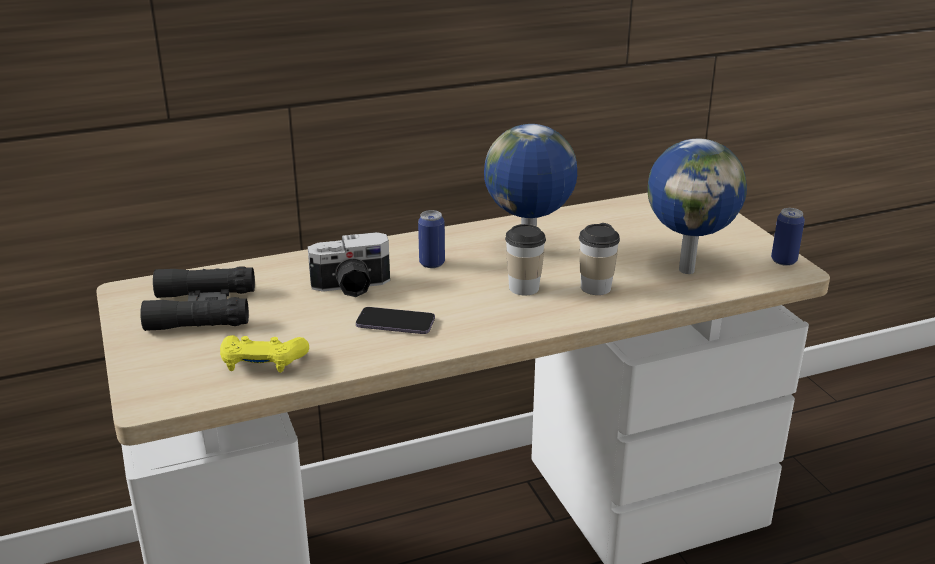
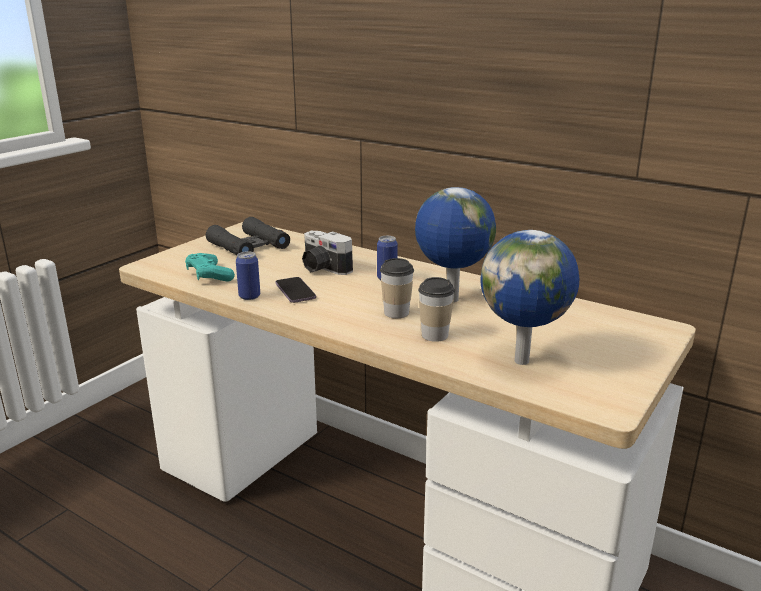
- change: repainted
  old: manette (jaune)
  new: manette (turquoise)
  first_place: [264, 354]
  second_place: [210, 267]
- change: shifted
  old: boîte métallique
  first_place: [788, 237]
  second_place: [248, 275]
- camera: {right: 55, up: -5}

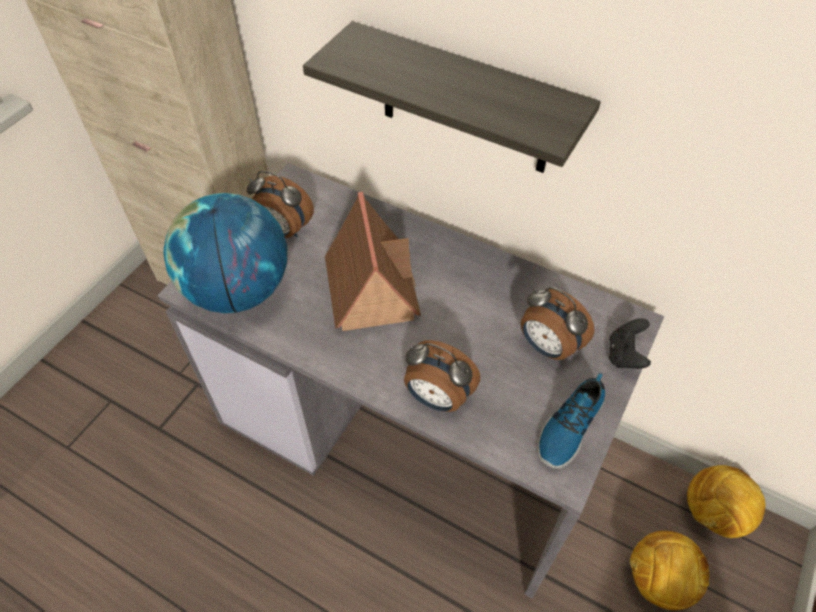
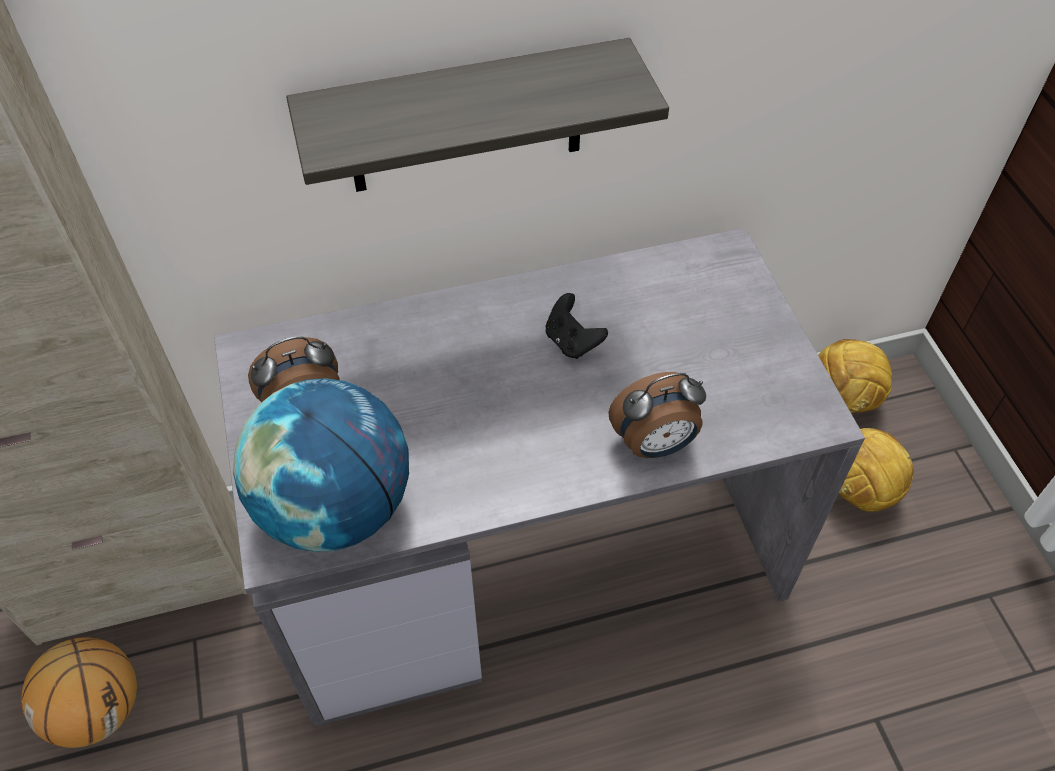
- change: gone
  old: maison miniature
  first_place: [373, 261]
- change: gone
  old: réveil
  first_place: [558, 323]
- change: gone
  old: chaussure
  first_place: [571, 421]
- change: shifted
  old: manette (noir)
  first_place: [630, 343]
  second_place: [577, 326]
- change: new
  new: ballon de basket
  second_place: [79, 692]
- camera: {right: -45, up: 0}

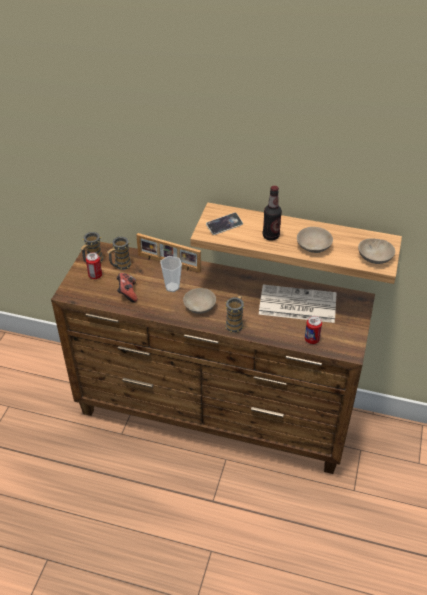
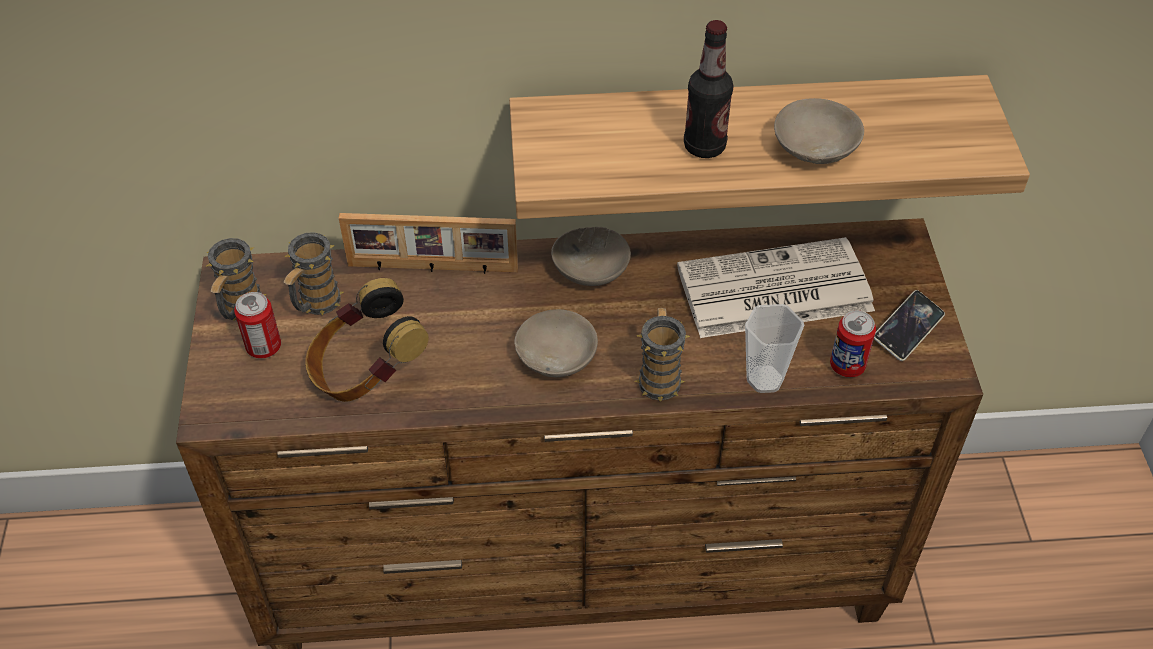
- change: swapped
  old: manette
  new: casque audio
  first_place: [127, 288]
  second_place: [367, 340]
- change: shifted
  old: tasse
  first_place: [171, 274]
  second_place: [774, 348]
- change: shifted
  old: téléphone
  first_place: [224, 224]
  second_place: [909, 325]
- change: shifted
  old: bol (beige)
  first_place: [376, 251]
  second_place: [591, 256]
- camera: {right: -20, up: 5}

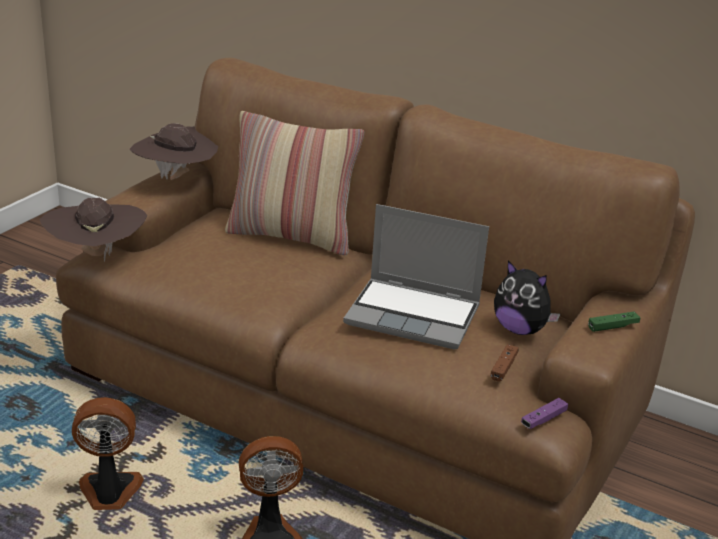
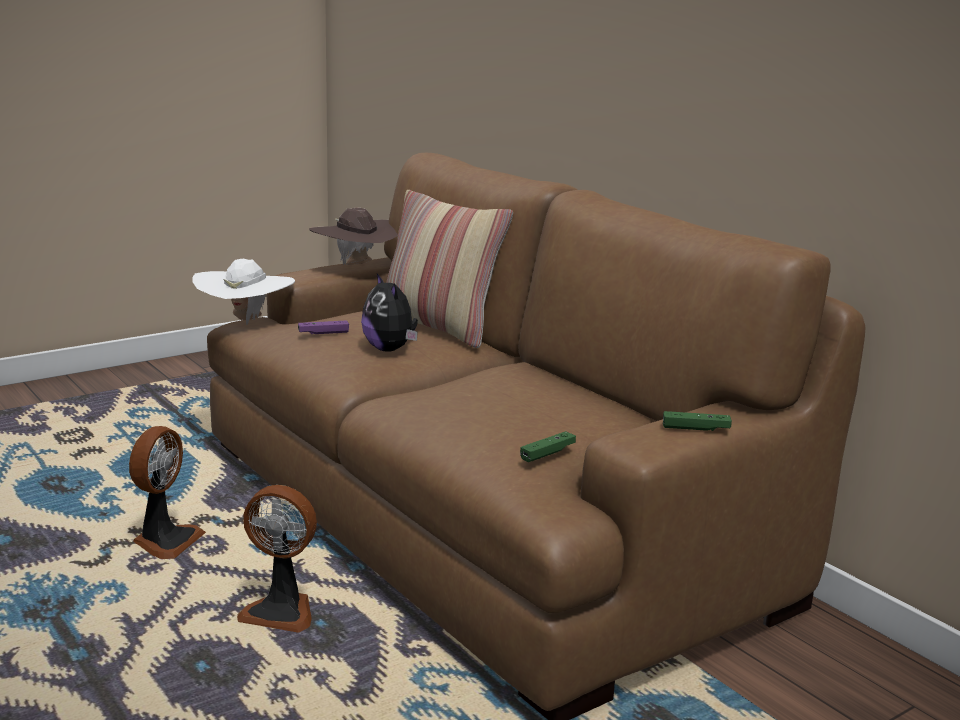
- change: repainted
  old: chapeau (marron)
  new: chapeau (blanc)
  first_place: [93, 230]
  second_place: [244, 292]
- change: rotated
  old: ventilateur
  first_place: [108, 453]
  second_place: [167, 492]
  degrees: 90
- change: gone
  old: ordinateur portable
  first_place: [416, 276]
- change: repainted
  old: manette (marron)
  new: manette (vert)
  first_place: [505, 362]
  second_place: [548, 446]
- change: shifted
  old: peluche
  first_place: [527, 297]
  second_place: [389, 312]
- change: shifted
  old: manette (violet)
  first_place: [544, 413]
  second_place: [323, 327]
- camera: {right: 25, up: -10}

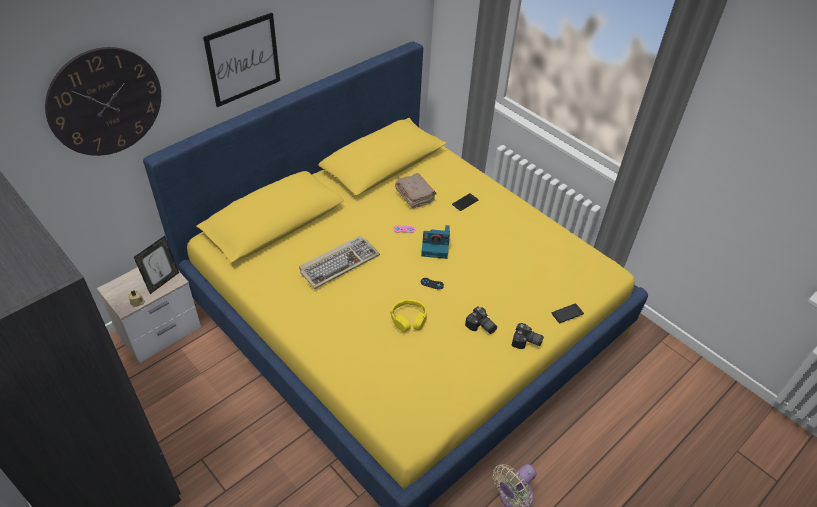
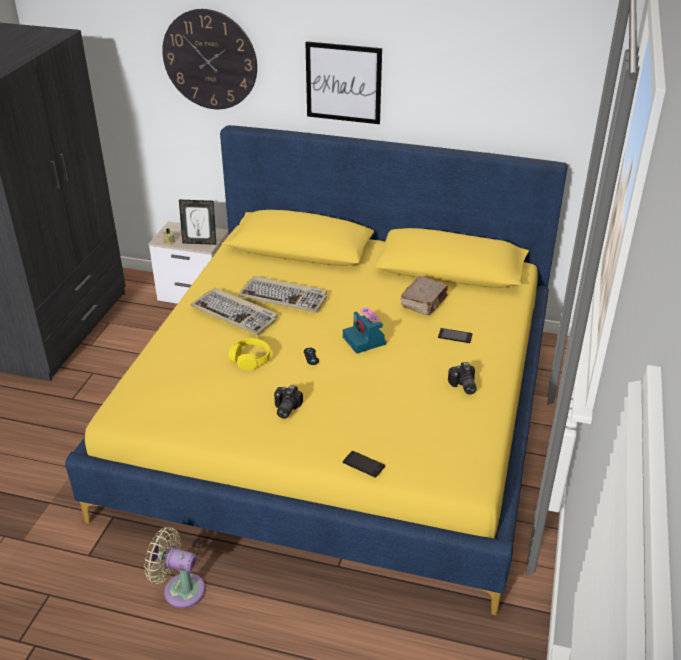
- change: shifted
  old: appareil photo
  first_place: [528, 336]
  second_place: [462, 378]
- change: new
  new: clavier
  second_place: [234, 311]
- camera: {right: 60, up: -10}

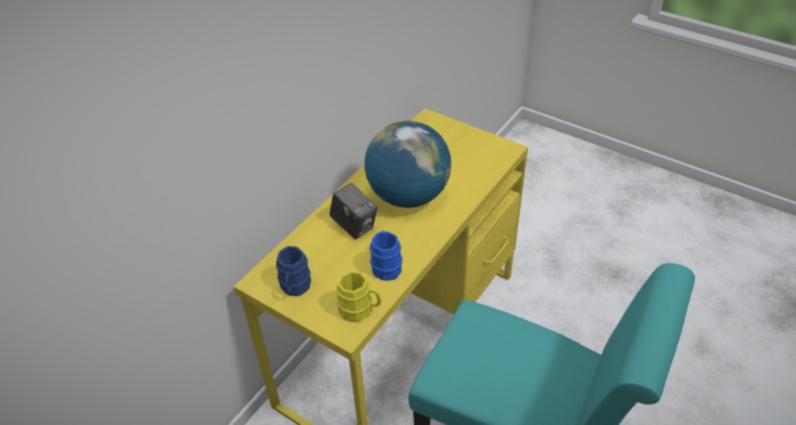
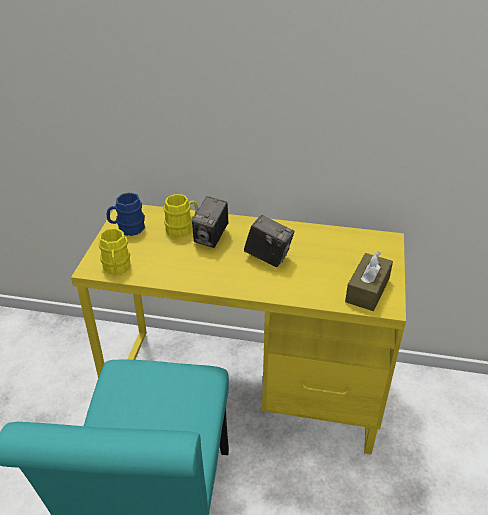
- change: swapped
  old: globe
  new: appareil photo
  first_place: [407, 164]
  second_place: [269, 241]
- change: gone
  old: mug (bleu)
  first_place: [385, 256]
- change: new
  new: mug (jaune)
  second_place: [180, 216]
- change: new
  new: boîte à mouchoirs (marron)
  second_place: [369, 281]
- camera: {right: 65, up: -5}

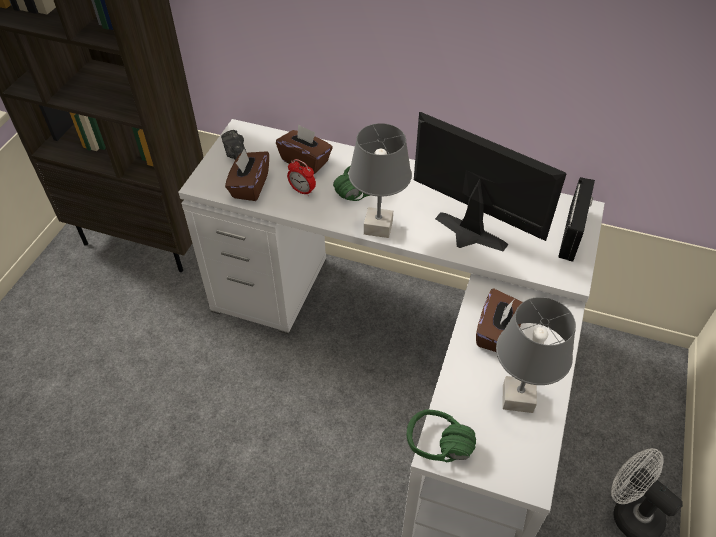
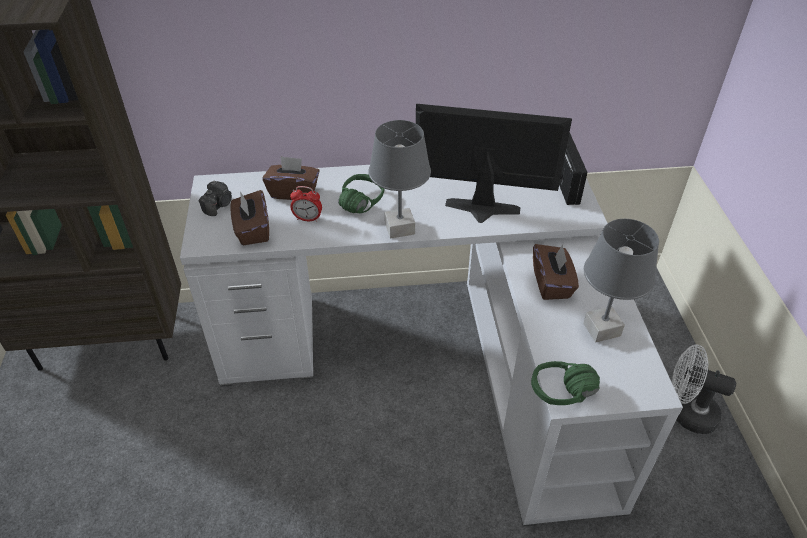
- change: rotated
  old: appareil photo
  first_place: [233, 145]
  second_place: [215, 198]
  degrees: -105
- camera: {right: -25, up: -5}

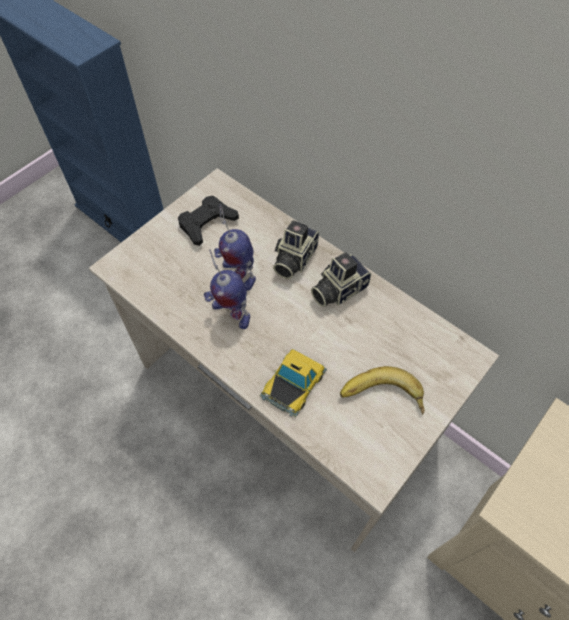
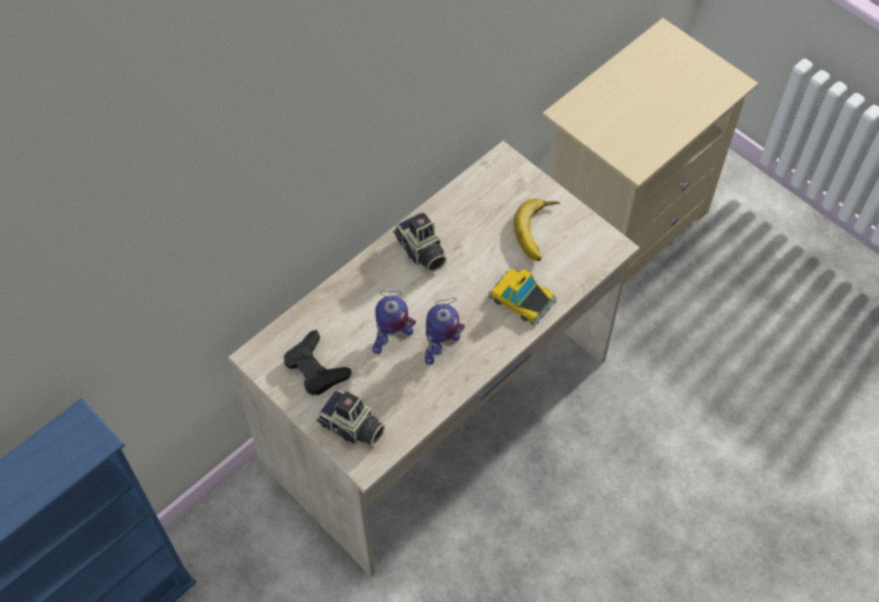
- change: shifted
  old: appareil photo
  first_place: [296, 249]
  second_place: [351, 418]
- camera: {right: -85, up: 0}

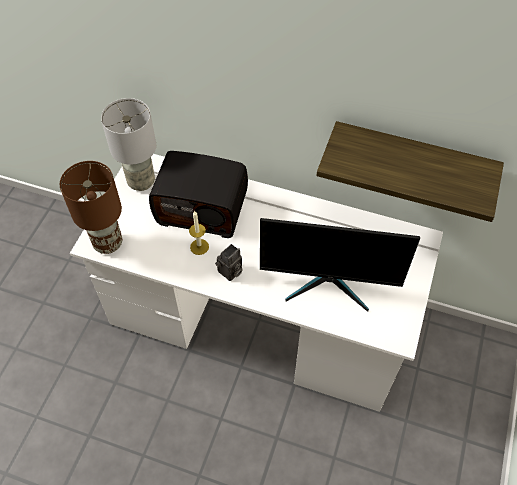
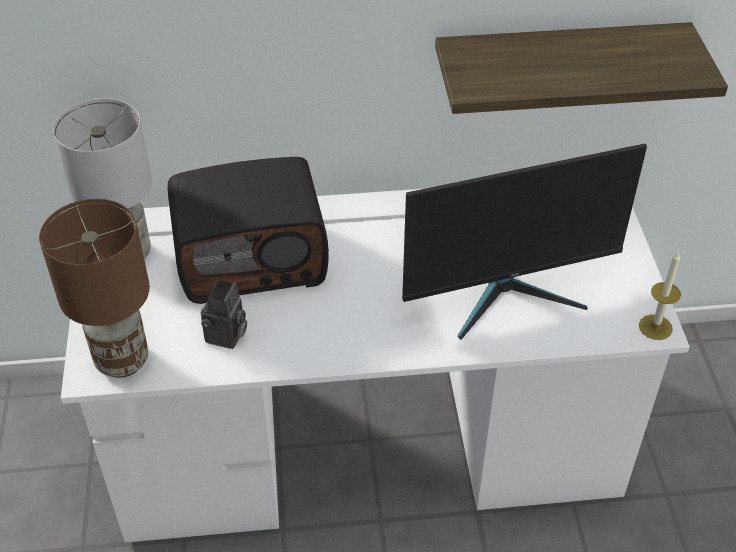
- change: shifted
  old: bougie
  first_place: [199, 233]
  second_place: [660, 295]
- change: shifted
  old: appareil photo
  first_place: [229, 262]
  second_place: [224, 314]
- camera: {right: -25, up: -10}

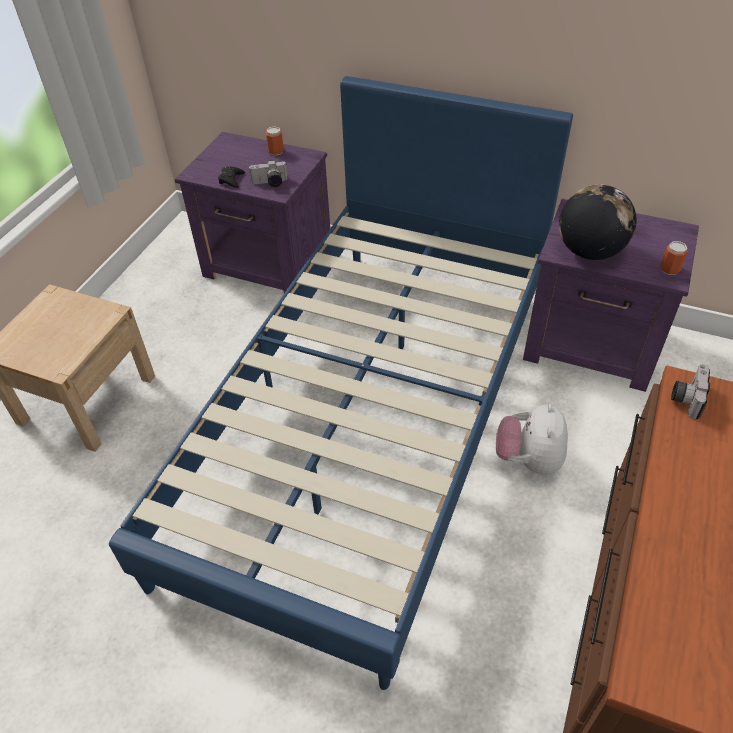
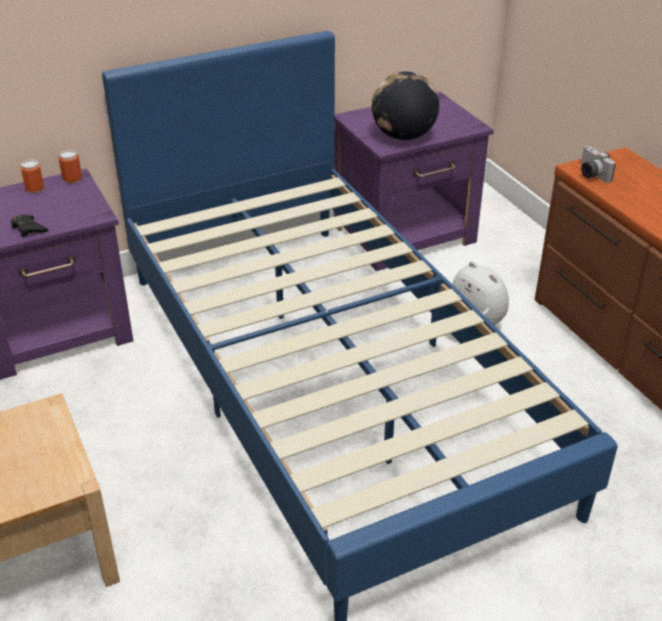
- change: gone
  old: appareil photo
  first_place: [268, 173]
- change: shifted
  old: boîte métallique
  first_place: [674, 258]
  second_place: [70, 166]
- camera: {right: -50, up: -10}

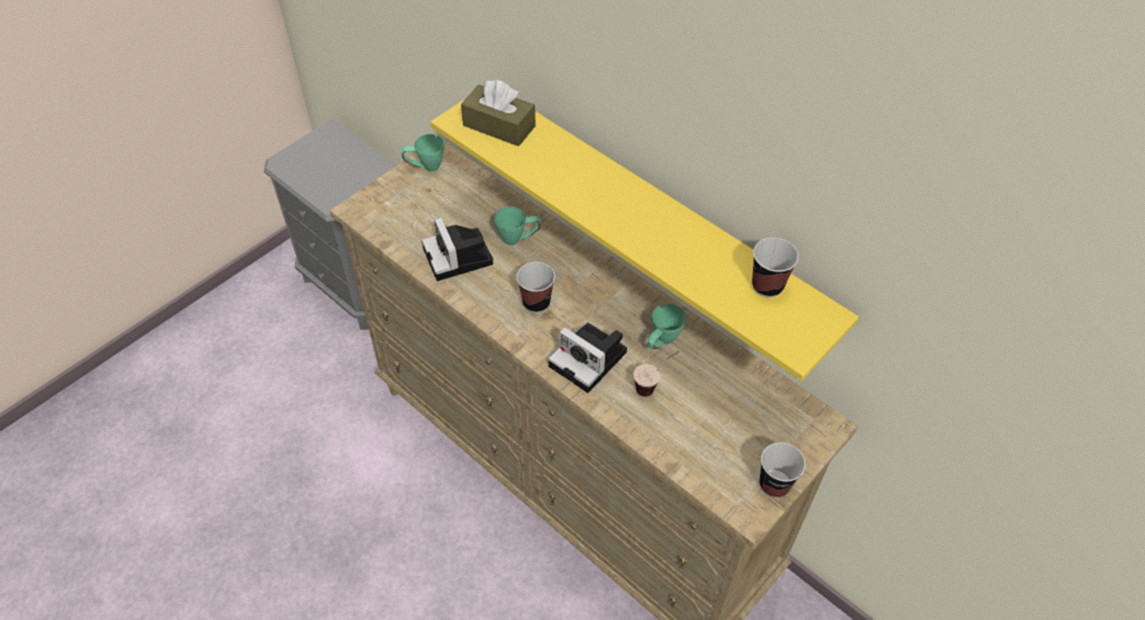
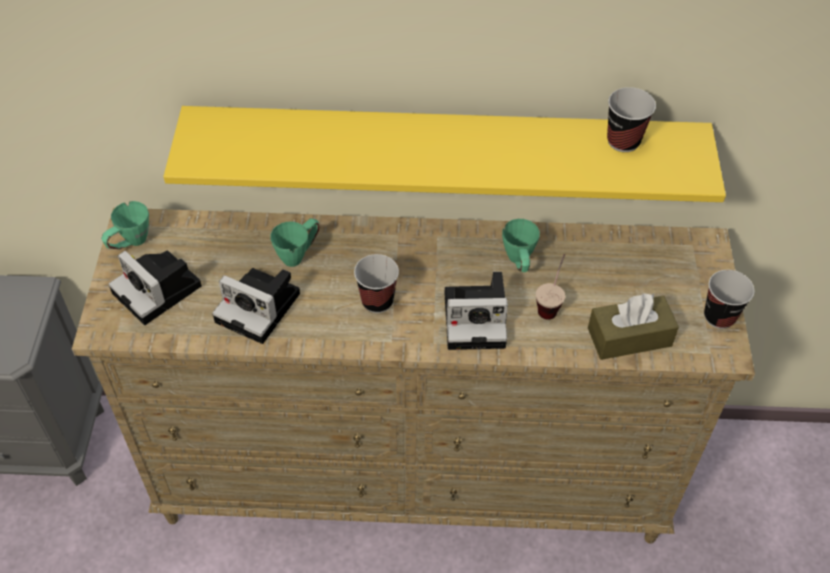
- change: shifted
  old: boîte à mouchoirs (marron)
  first_place: [498, 113]
  second_place: [633, 326]
- change: new
  new: appareil photo
  second_place: [155, 288]
- camera: {right: -40, up: 0}

